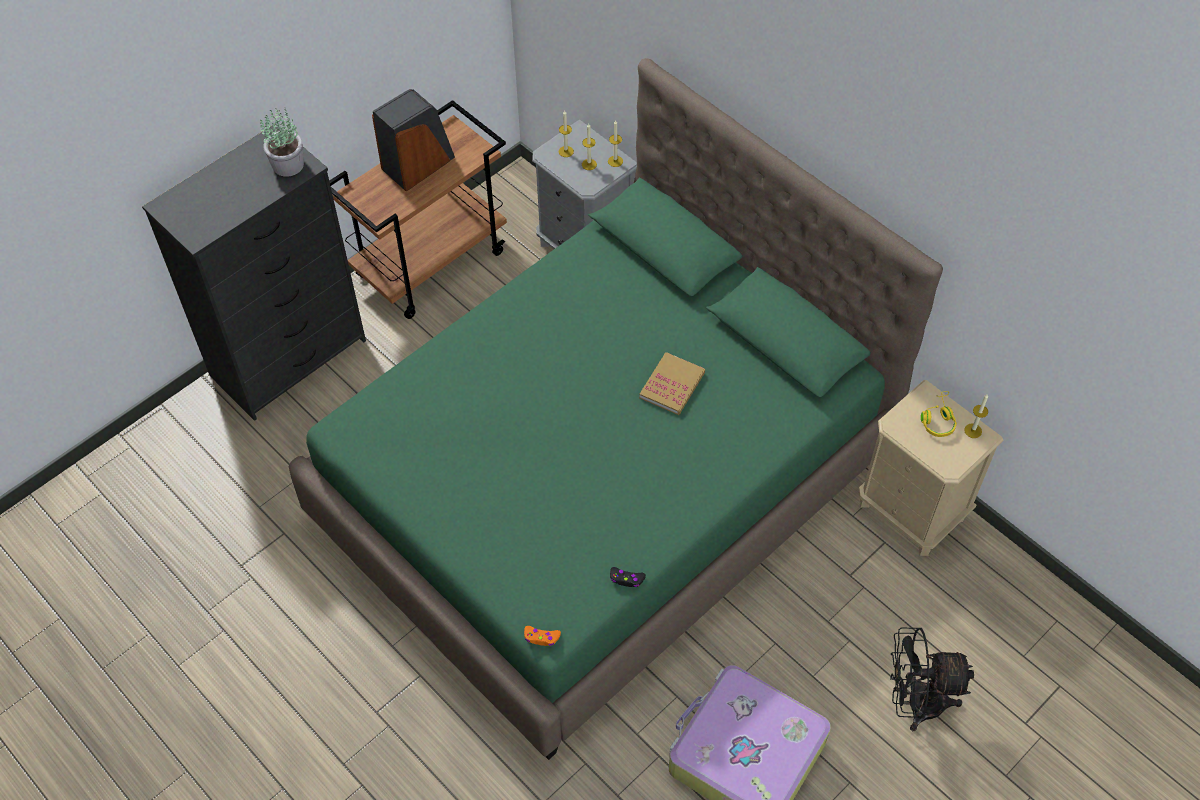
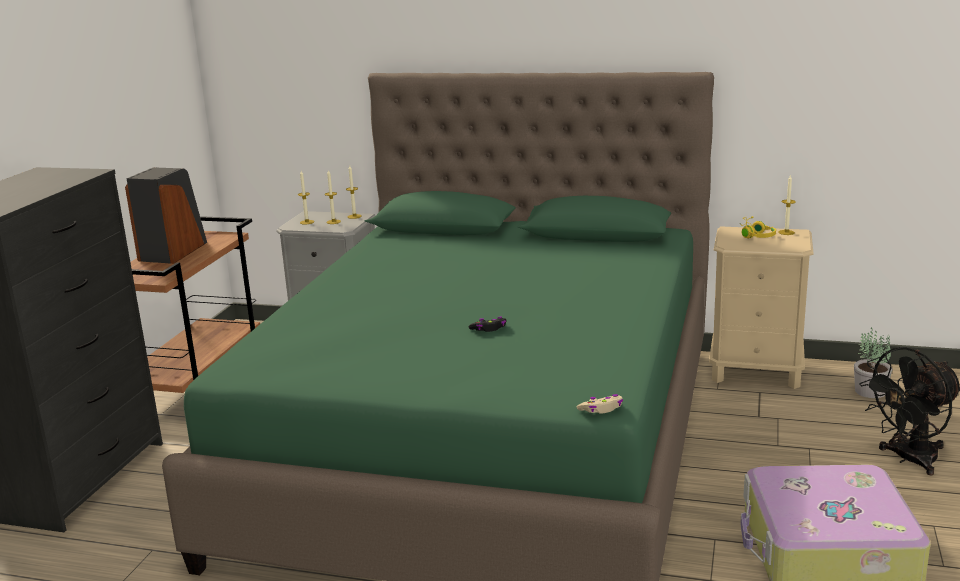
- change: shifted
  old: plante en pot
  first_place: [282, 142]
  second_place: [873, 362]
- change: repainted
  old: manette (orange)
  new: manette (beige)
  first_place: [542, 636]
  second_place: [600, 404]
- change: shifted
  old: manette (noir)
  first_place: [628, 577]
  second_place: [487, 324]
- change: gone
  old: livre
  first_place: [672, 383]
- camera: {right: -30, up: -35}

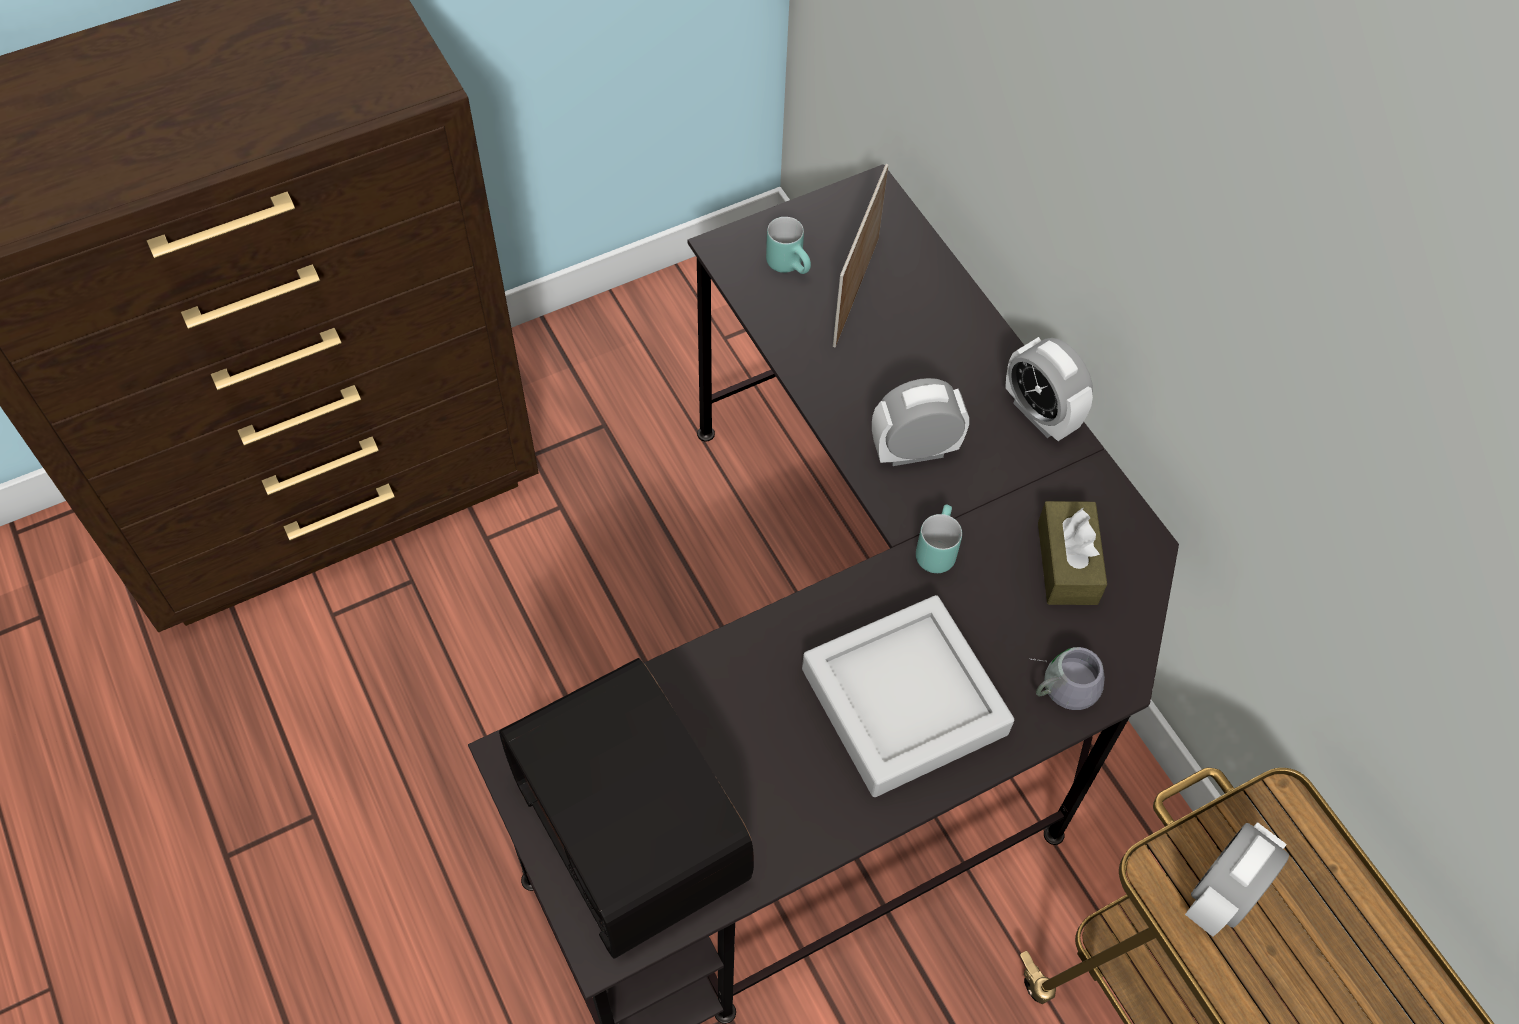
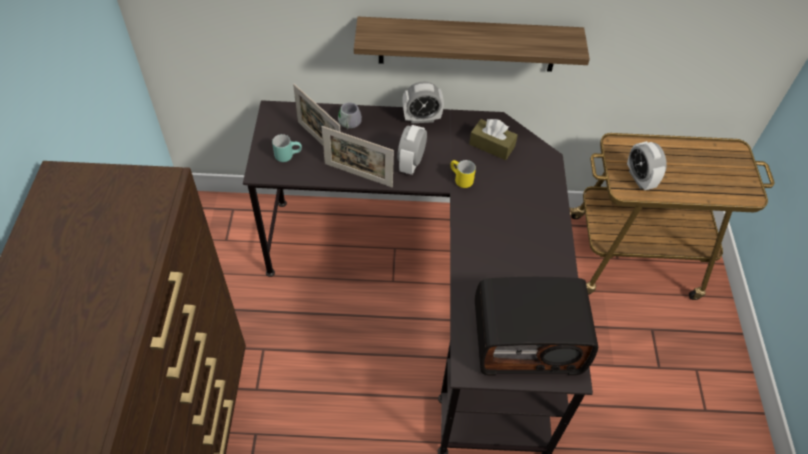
- change: gone
  old: plateau (gris)
  first_place: [908, 696]
- change: repainted
  old: mug (turquoise)
  new: mug (jaune)
  first_place: [939, 539]
  second_place: [463, 174]
- change: shifted
  old: mug (gris)
  first_place: [1067, 678]
  second_place: [350, 116]
- change: new
  new: cadre photo
  second_place: [358, 156]
- change: new
  new: étagère
  second_place: [472, 44]
- camera: {right: -60, up: -5}

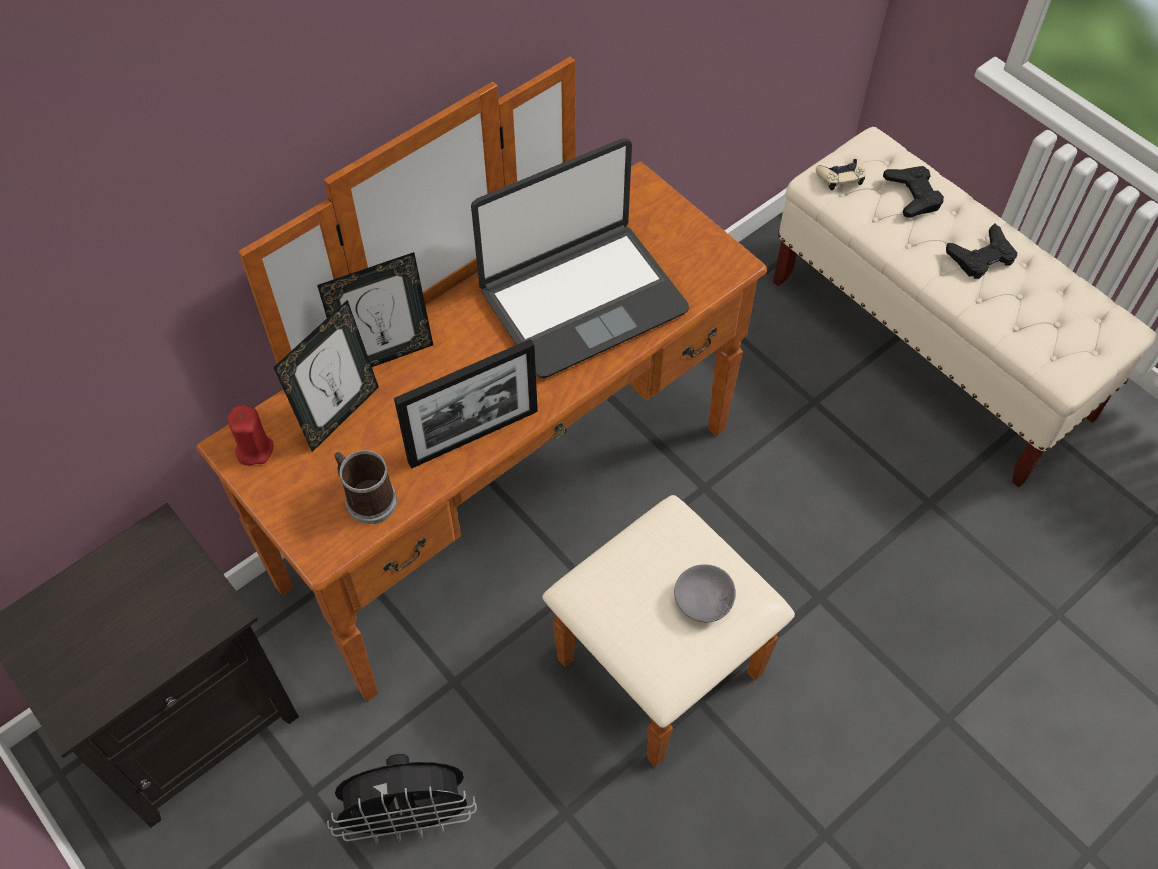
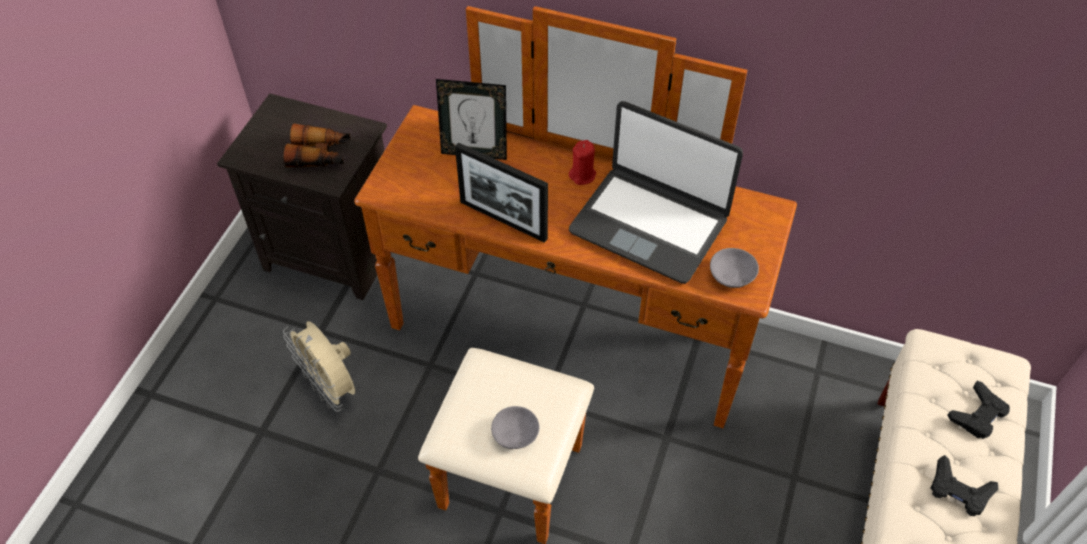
- change: shifted
  old: bougie (rouge)
  first_place: [250, 435]
  second_place: [582, 162]
- change: gone
  old: cadre photo
  first_place: [375, 309]
- change: repainted
  old: ventilateur (noir)
  new: ventilateur (beige)
  first_place: [402, 799]
  second_place: [319, 366]
- change: gone
  old: mug
  first_place: [366, 487]
- change: gone
  old: manette (beige)
  first_place: [841, 174]
- change: new
  new: jumelles
  second_place: [317, 145]
- change: new
  new: bol (gris)
  second_place: [734, 268]
- camera: {right: 60, up: -5}

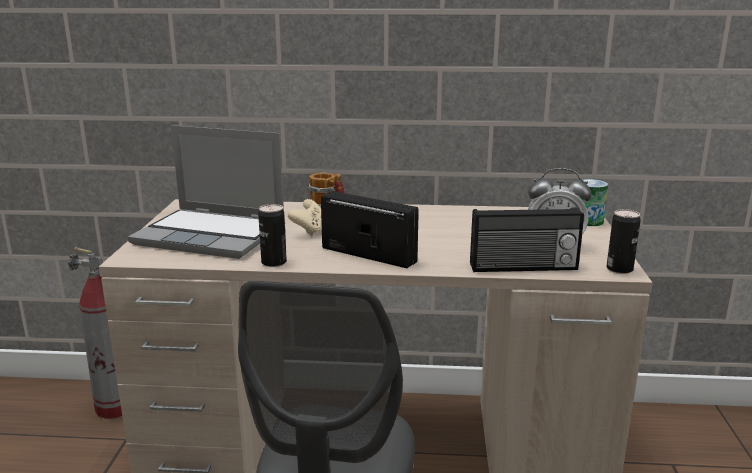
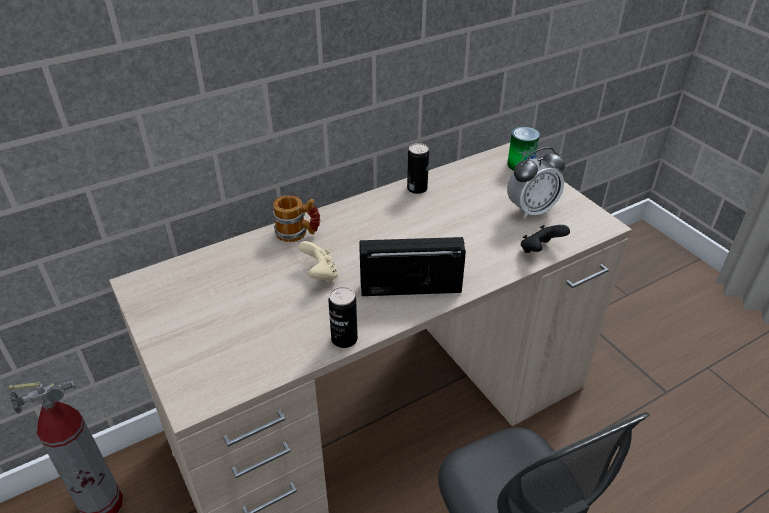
- change: gone
  old: ordinateur portable
  first_place: [206, 192]
- change: swapped
  old: radio
  new: manette (noir)
  first_place: [527, 239]
  second_place: [545, 239]
- change: shifted
  old: boîte métallique
  first_place: [624, 241]
  second_place: [418, 168]
- camera: {right: -35, up: 20}

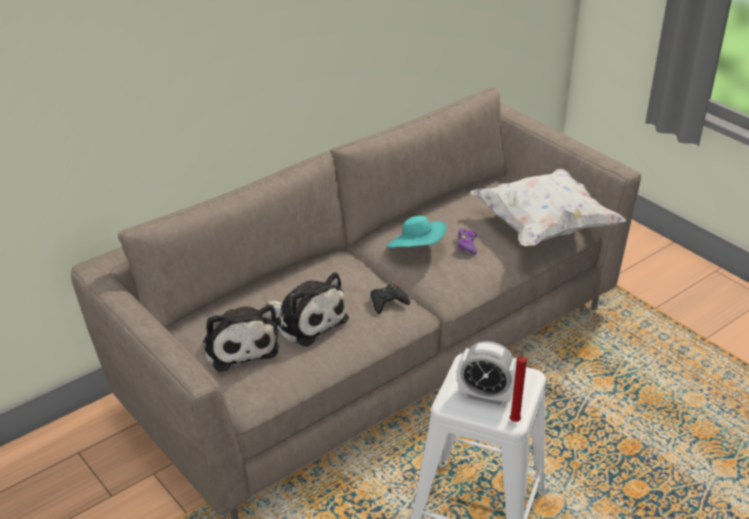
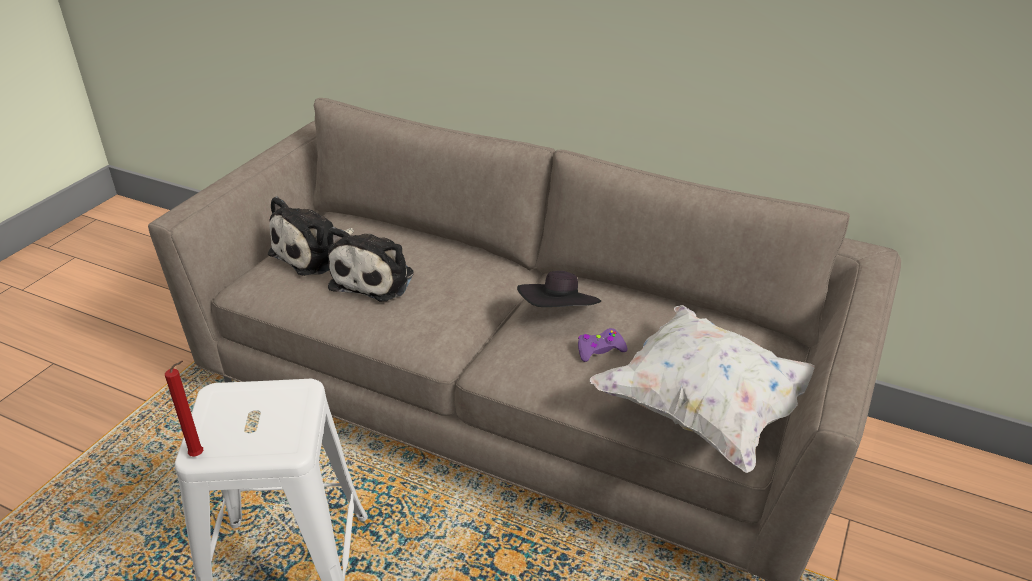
- change: gone
  old: manette (noir)
  first_place: [390, 299]
- change: repainted
  old: chapeau (turquoise)
  new: chapeau (noir)
  first_place: [417, 232]
  second_place: [559, 289]
- change: gone
  old: réveil
  first_place: [487, 373]
- camera: {right: 65, up: 0}

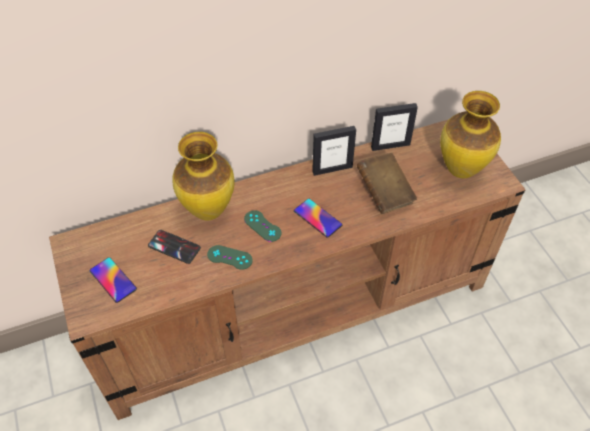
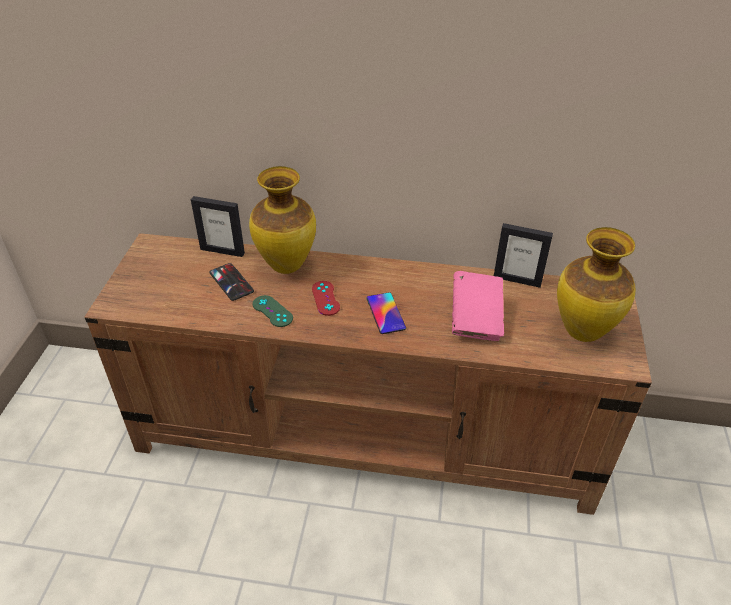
- change: gone
  old: téléphone
  first_place: [113, 280]
- change: repainted
  old: manette (vert)
  new: manette (rouge)
  first_place: [263, 226]
  second_place: [326, 298]
- change: shifted
  old: cadre photo
  first_place: [334, 151]
  second_place: [218, 226]
- change: repainted
  old: livre (marron)
  new: livre (rose)
  first_place: [386, 183]
  second_place: [478, 306]
- camera: {right: 30, up: -10}

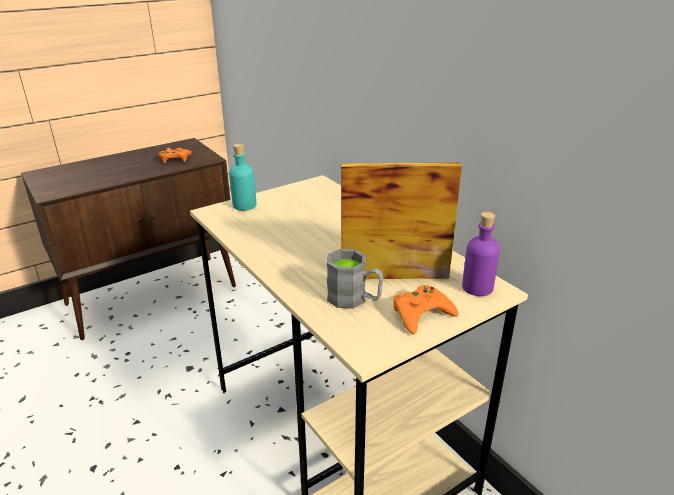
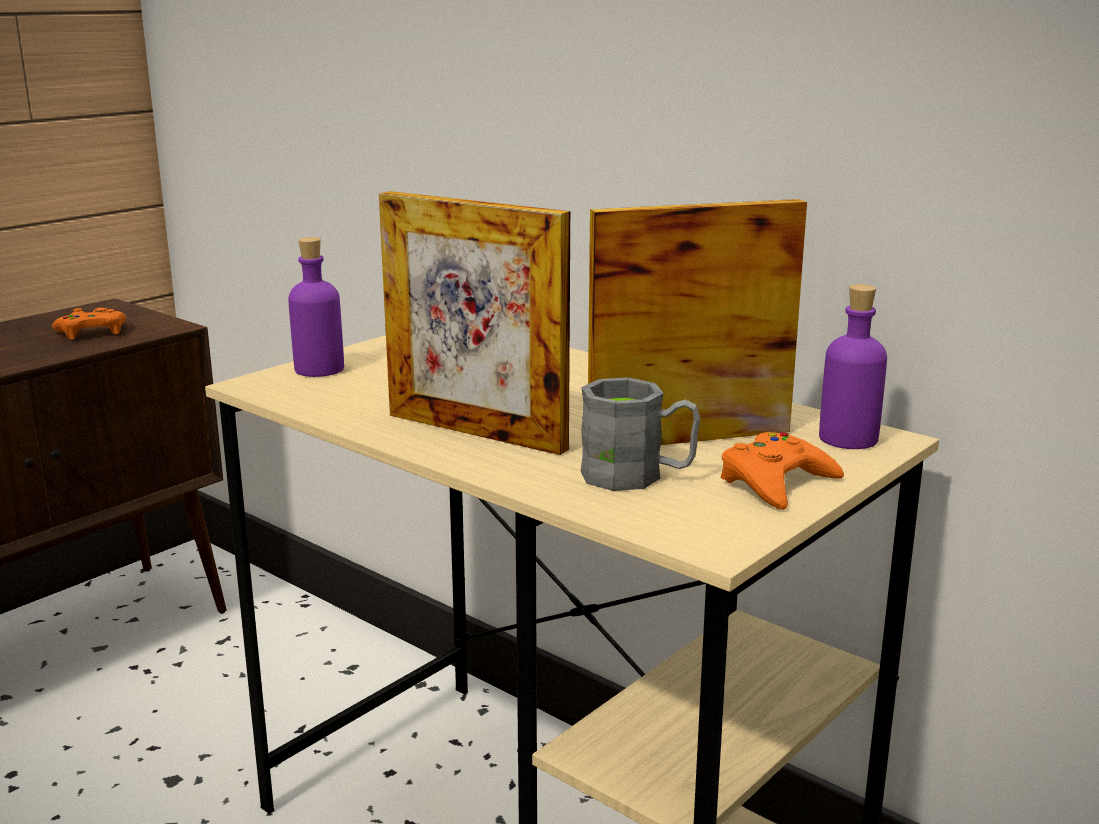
- change: repainted
  old: bouteille (turquoise)
  new: bouteille (violet)
  first_place: [242, 177]
  second_place: [316, 307]
- change: new
  new: cadre photo
  second_place: [474, 323]
- camera: {right: -15, up: -10}

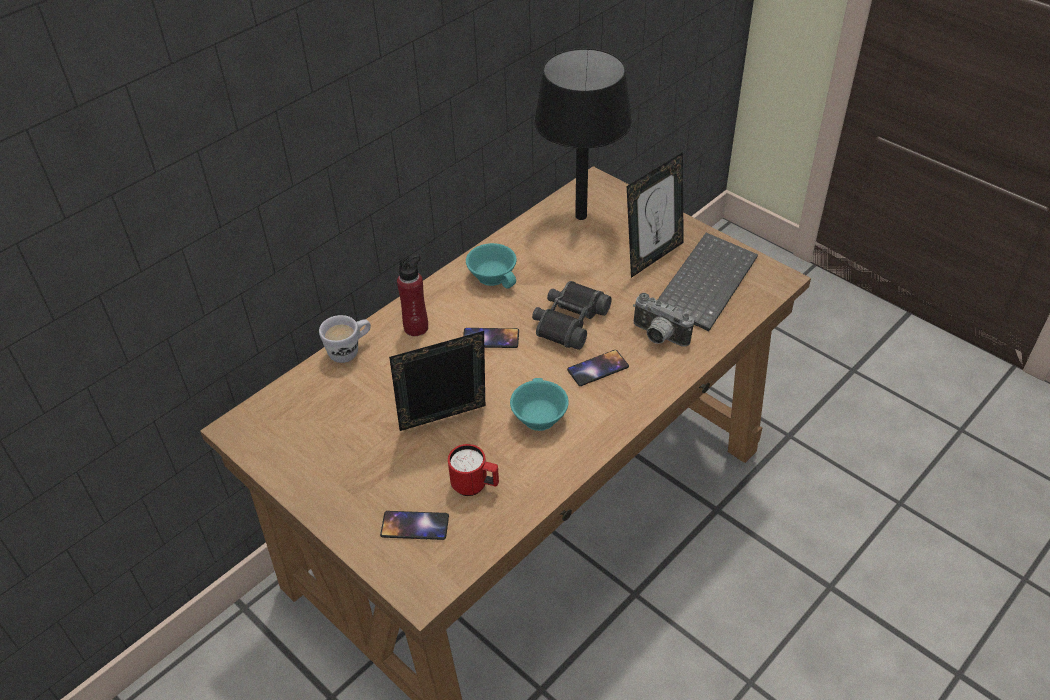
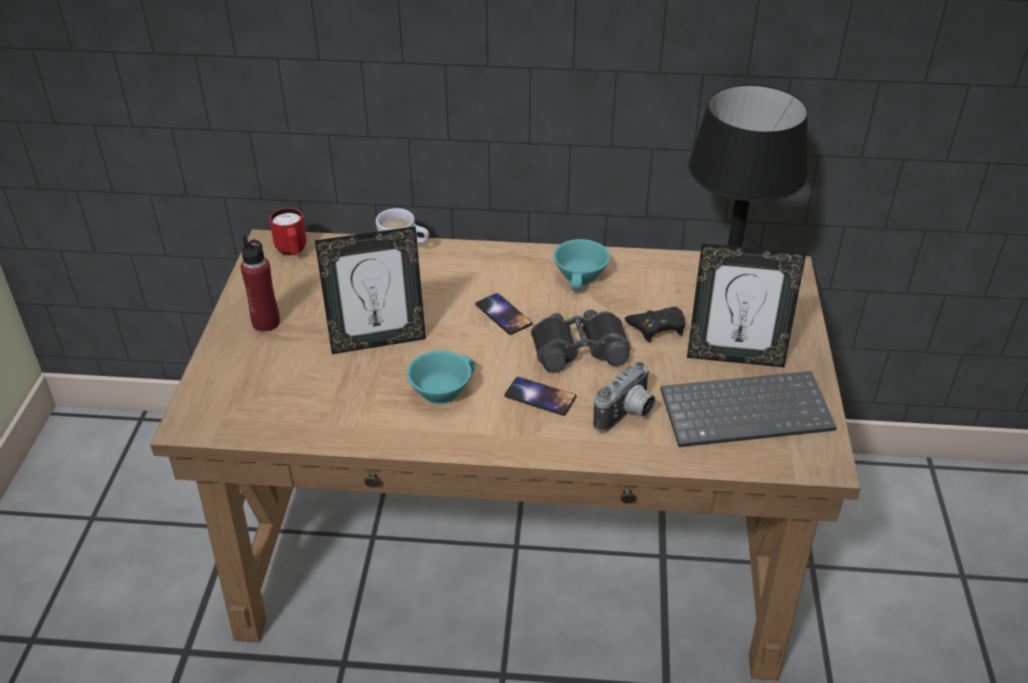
- change: gone
  old: téléphone
  first_place: [414, 525]
- change: rotated
  old: cadre photo
  first_place: [437, 381]
  second_place: [370, 290]
  degrees: 135
- change: shifted
  old: bouteille (rouge)
  first_place: [412, 295]
  second_place: [260, 283]
- change: shifted
  old: mug (rouge)
  first_place: [473, 470]
  second_place: [288, 231]
- change: rotated
  old: appareil photo
  first_place: [663, 320]
  second_place: [624, 397]
  degrees: -135
- change: new
  new: manette (noir)
  second_place: [655, 324]
- camera: {right: 50, up: -5}

